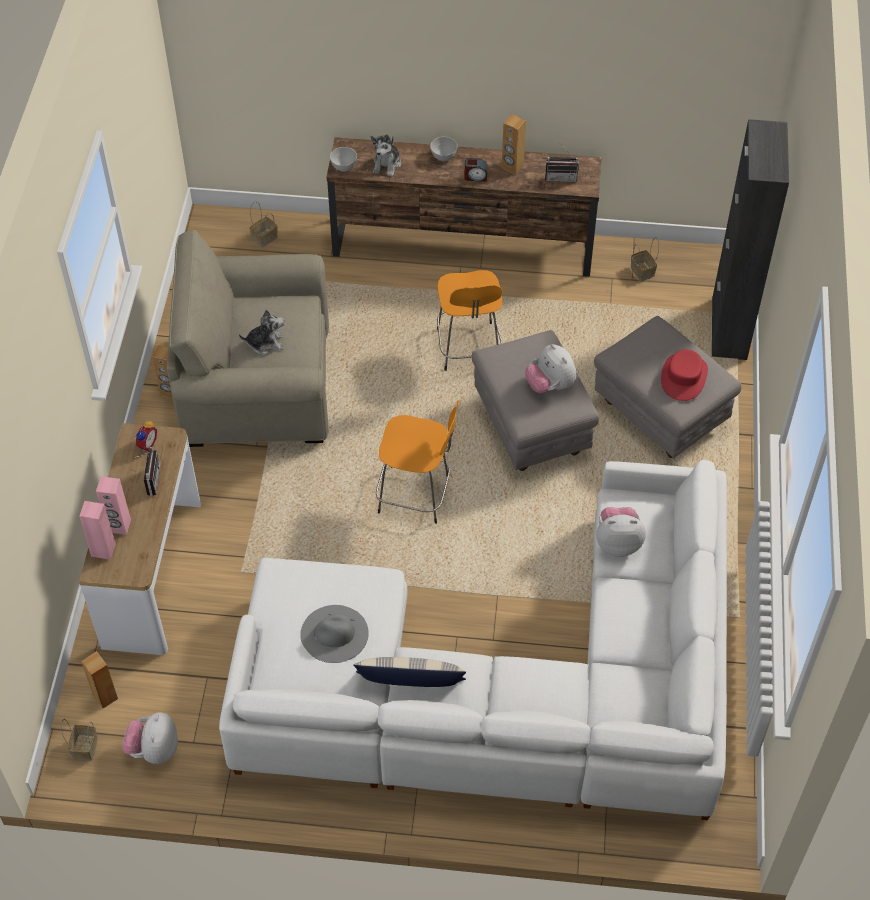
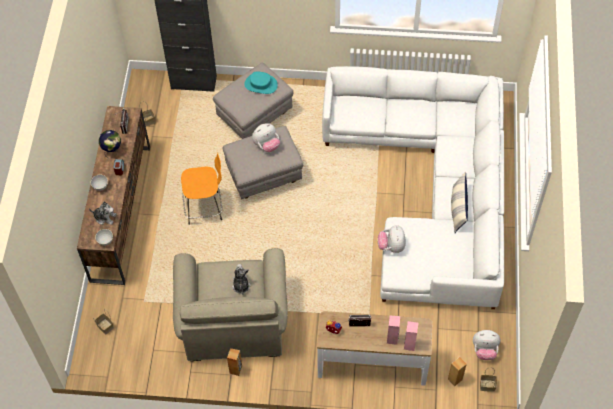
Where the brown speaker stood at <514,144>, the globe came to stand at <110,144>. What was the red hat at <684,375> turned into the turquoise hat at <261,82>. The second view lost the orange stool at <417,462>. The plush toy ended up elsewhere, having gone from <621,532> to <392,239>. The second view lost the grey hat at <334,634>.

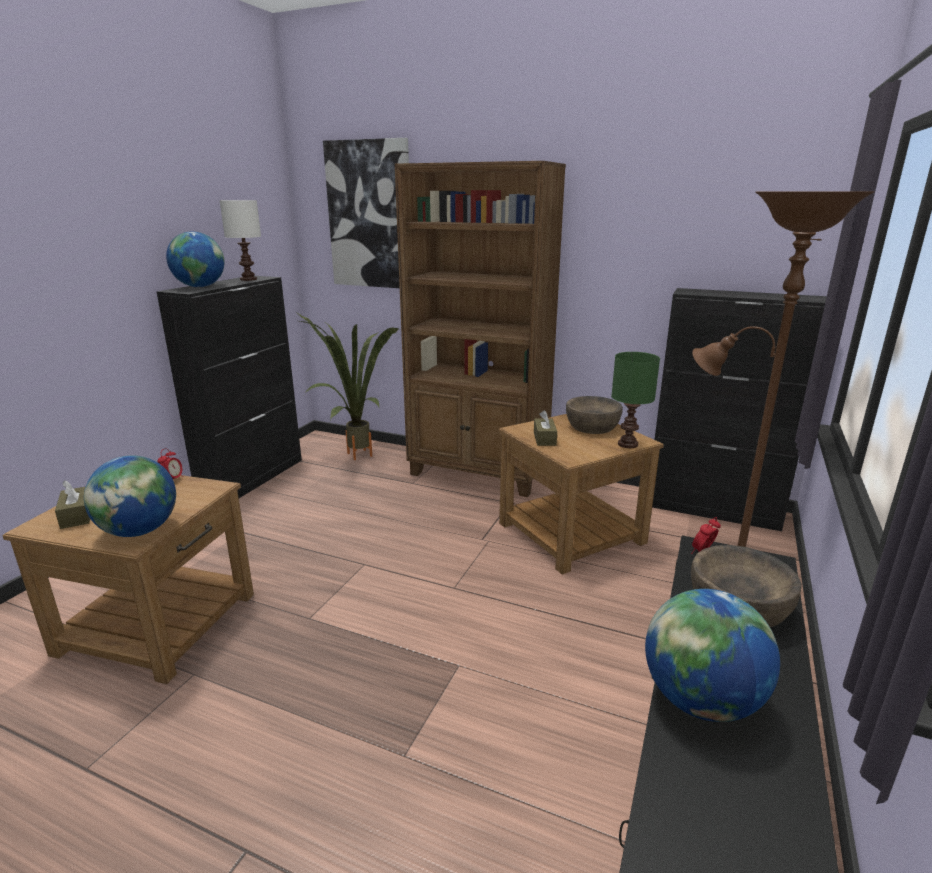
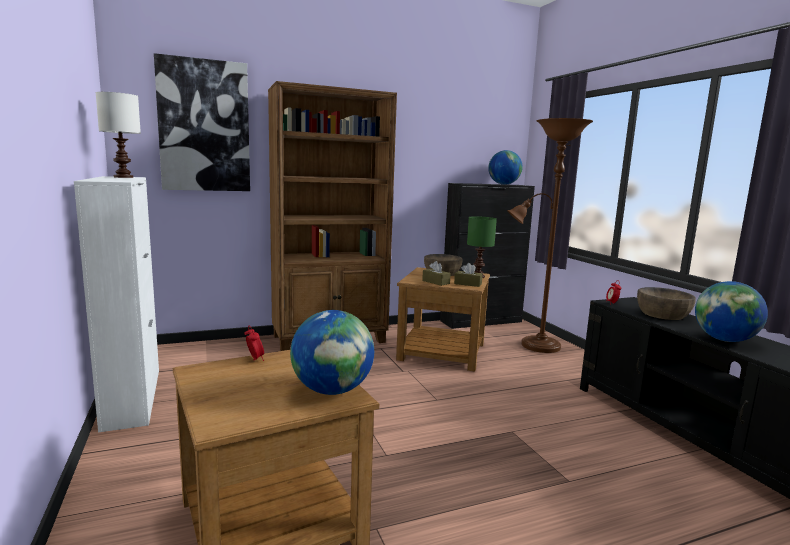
The globe ended up elsewhere, having gone from <195,259> to <505,167>. What was the black cabinet at <229,387> turned into the white cabinet at <116,304>. The second view lost the potted plant at <348,386>. The brown tissue box ended up elsewhere, having gone from <72,504> to <468,275>.

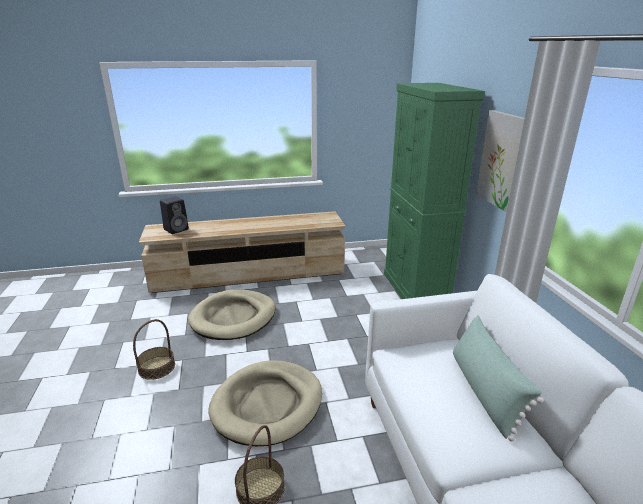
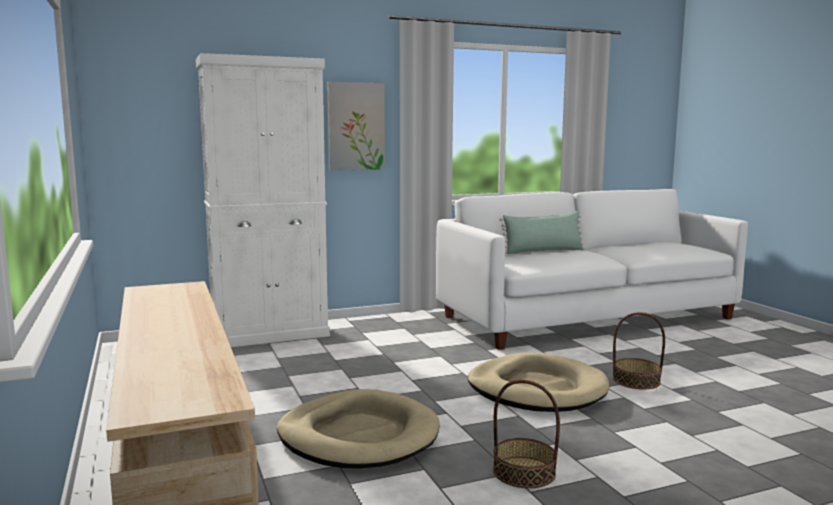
What was the green cabinet at <434,191> turned into the white cabinet at <263,200>. The second view lost the black speaker at <174,215>.

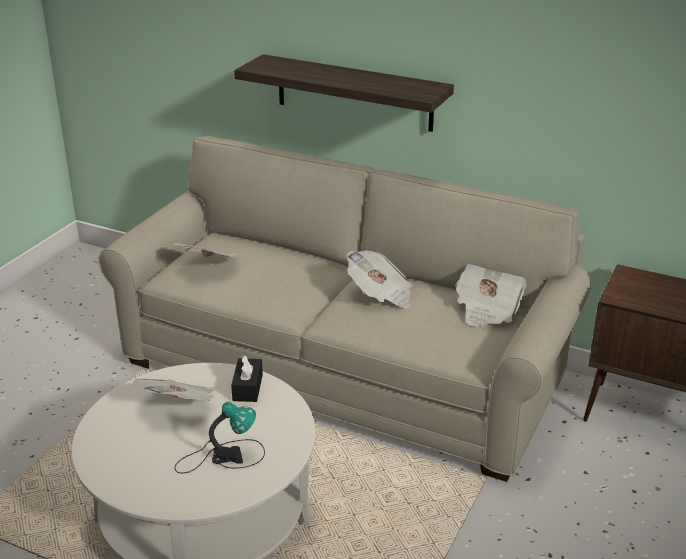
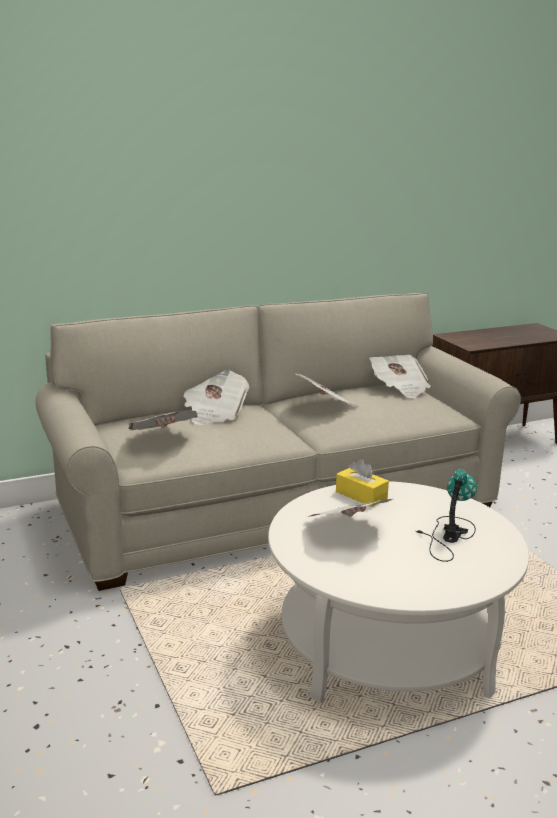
The second view lost the shelf at <344,93>. What was the black tissue box at <247,378> turned into the yellow tissue box at <362,483>. The second view gained the newspaper at <216,397>.

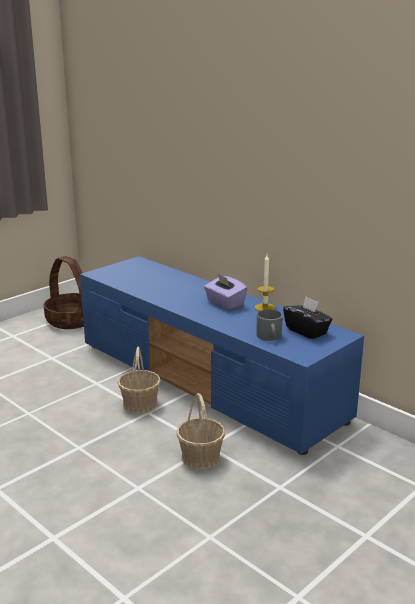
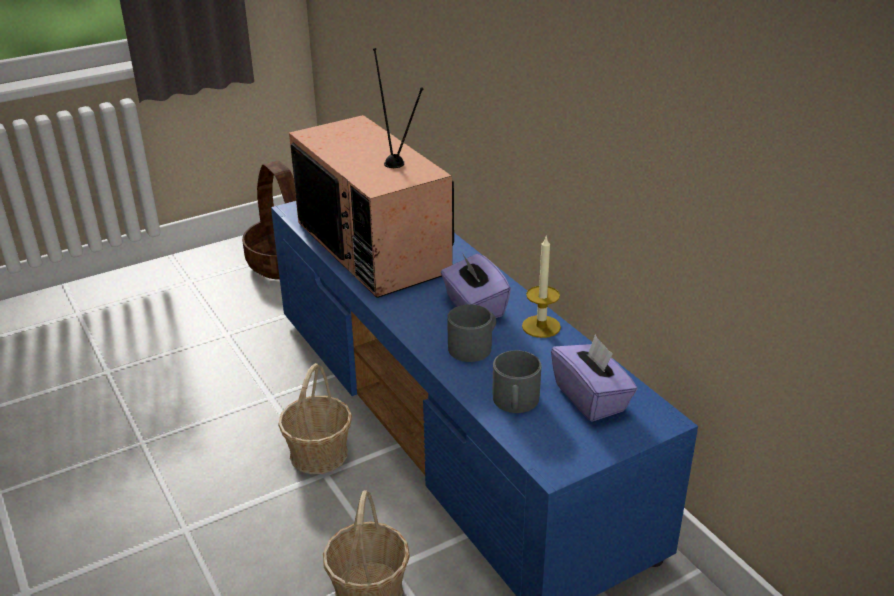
What was the black tissue box at <308,317> turned into the purple tissue box at <594,378>. The second view gained the television at <371,173>. The second view gained the grey mug at <471,333>.

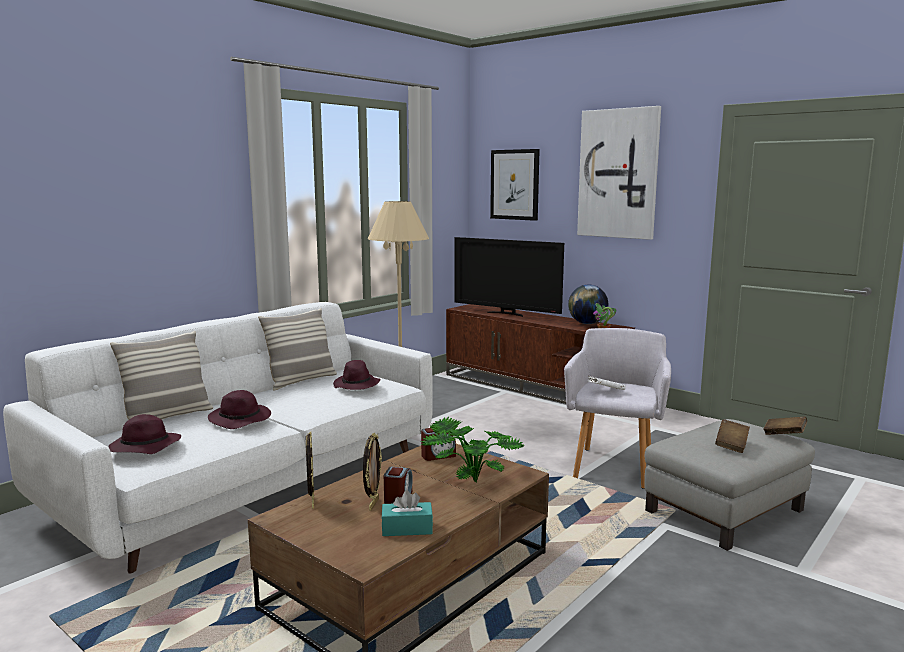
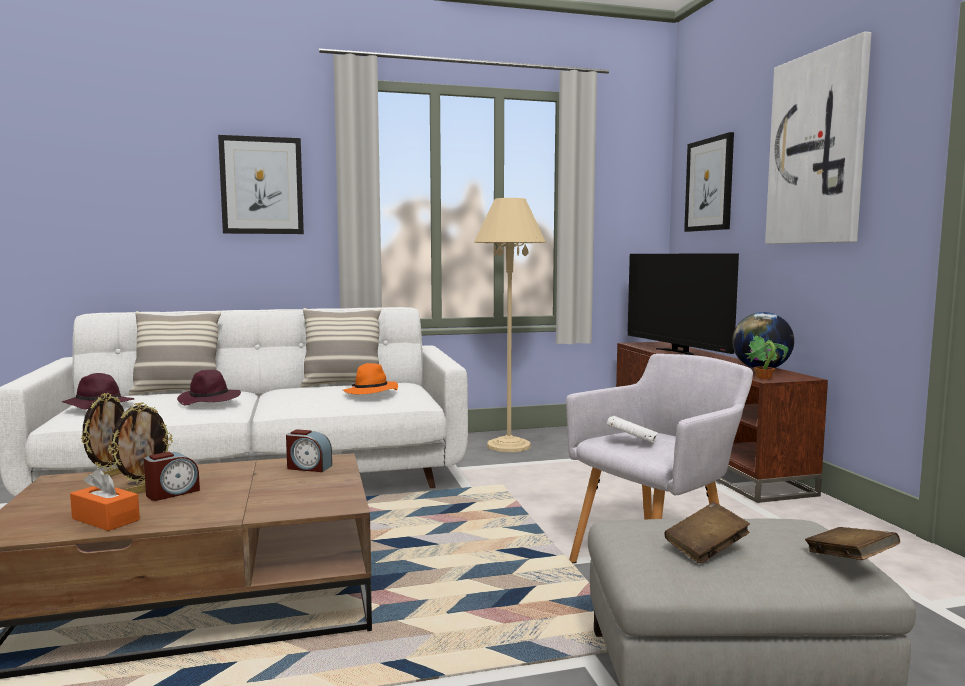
What was the purple hat at <357,375> turned into the orange hat at <370,379>. The second view lost the potted plant at <472,449>. What was the turquoise tissue box at <407,513> turned into the orange tissue box at <105,499>. The second view gained the picture at <261,184>.

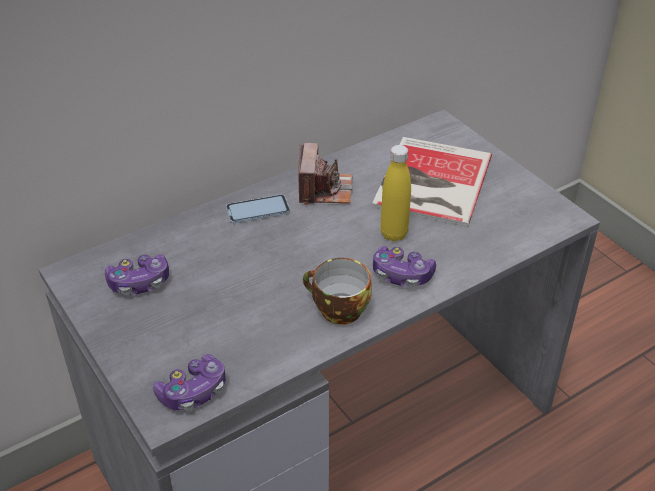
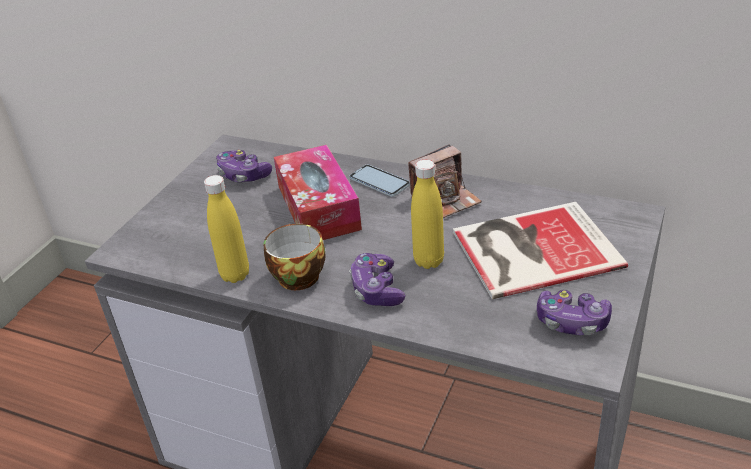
The game controller ended up elsewhere, having gone from <189,382> to <574,312>. The second view gained the tissue box at <318,192>. The second view gained the yellow bottle at <226,229>.

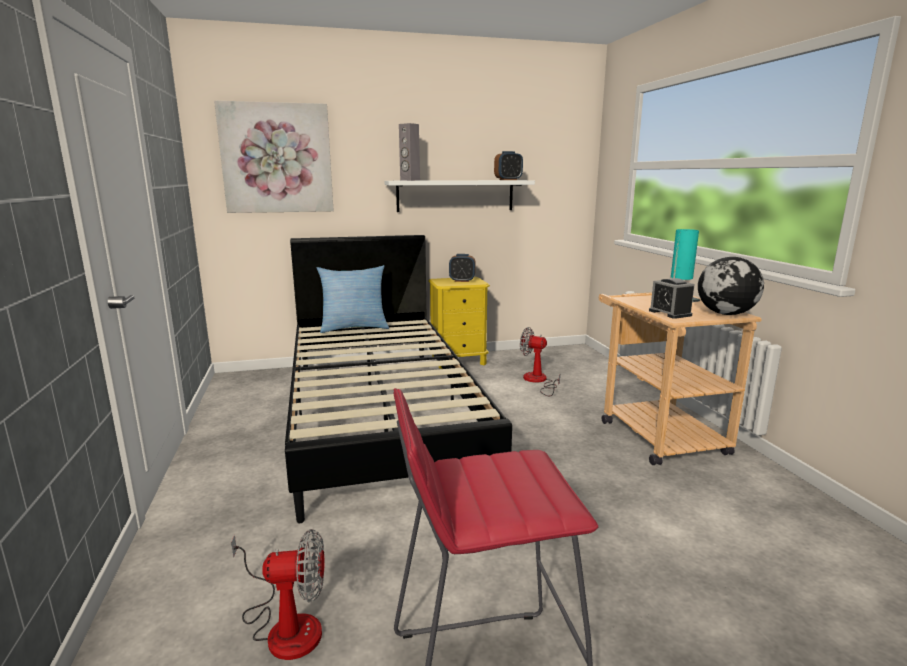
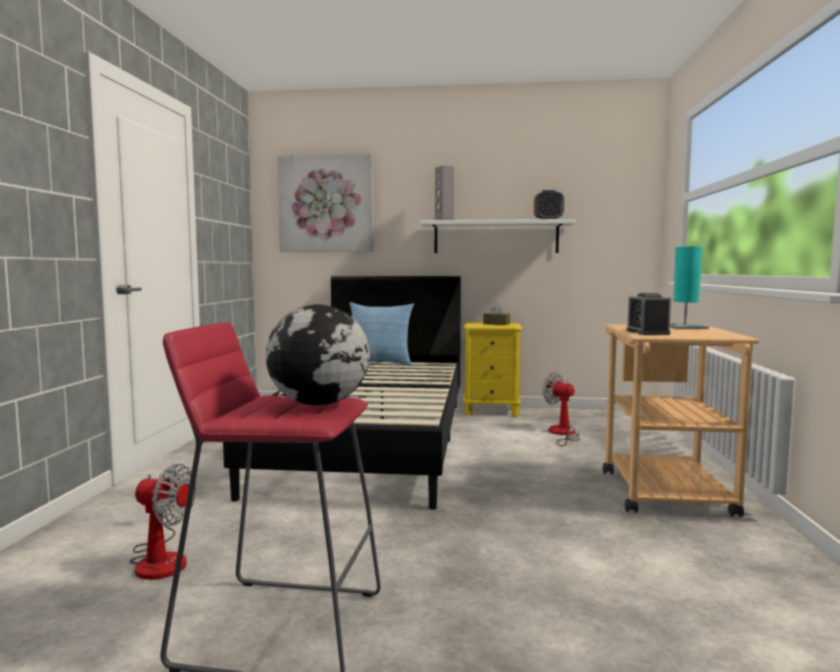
Where the alarm clock stood at <462,268>, the brown tissue box came to stand at <496,314>. The globe ended up elsewhere, having gone from <731,286> to <317,355>.

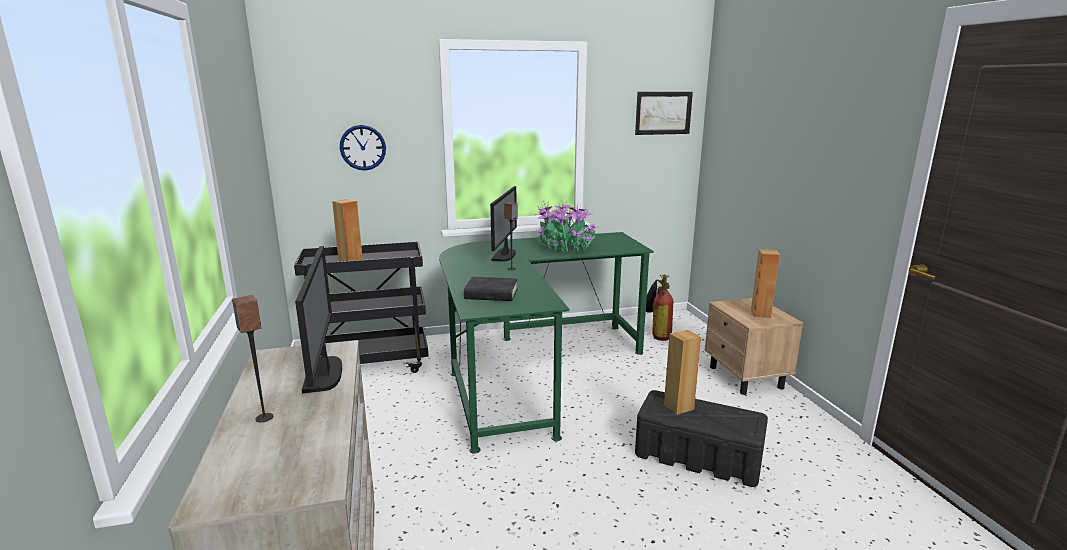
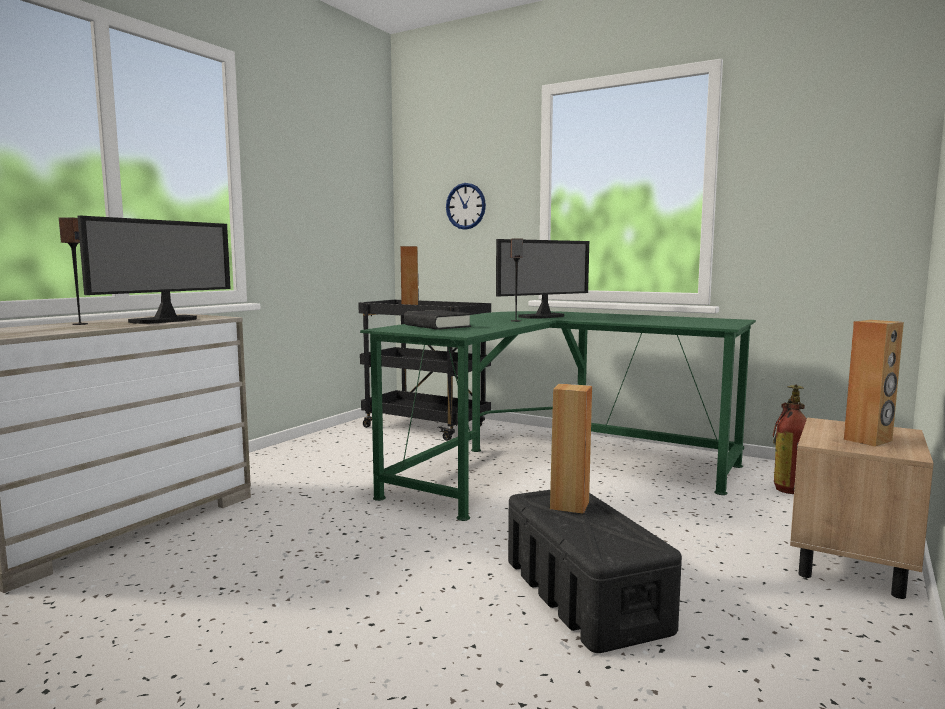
The second view lost the picture at <664,113>. The second view lost the potted plant at <566,226>.

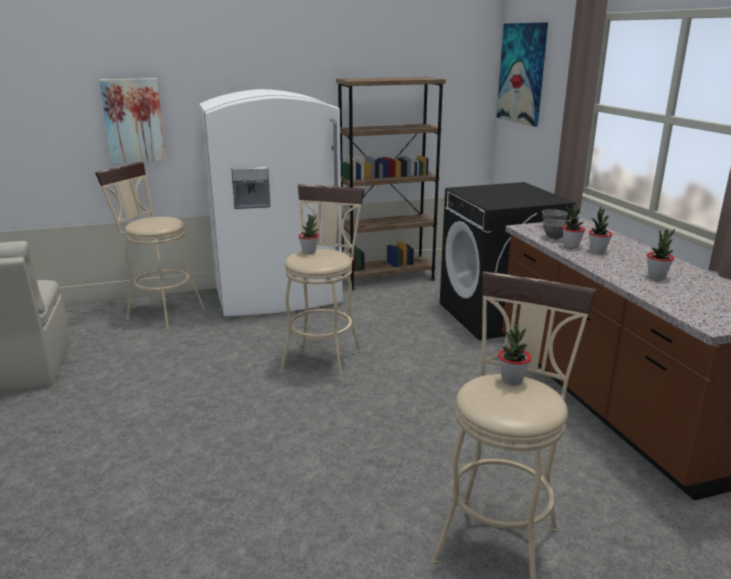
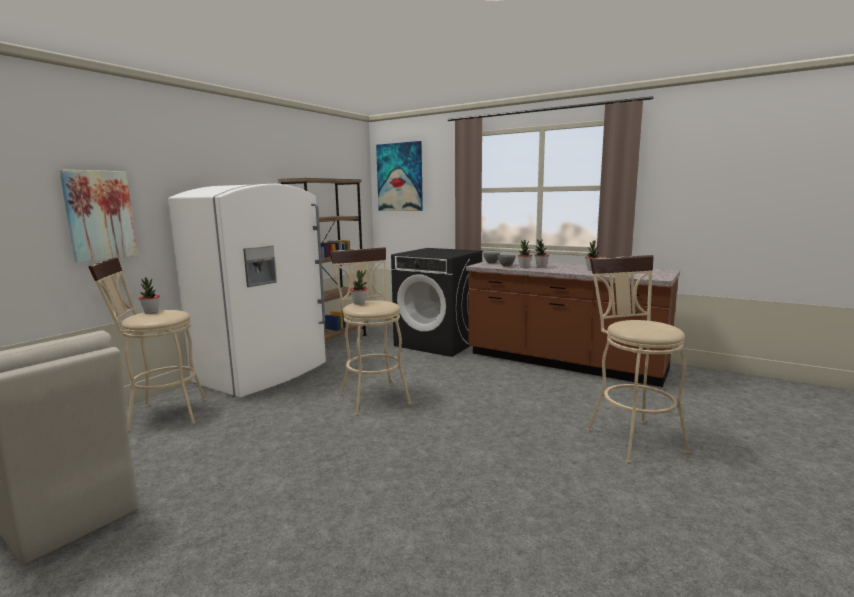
The potted plant ended up elsewhere, having gone from <514,354> to <149,295>.

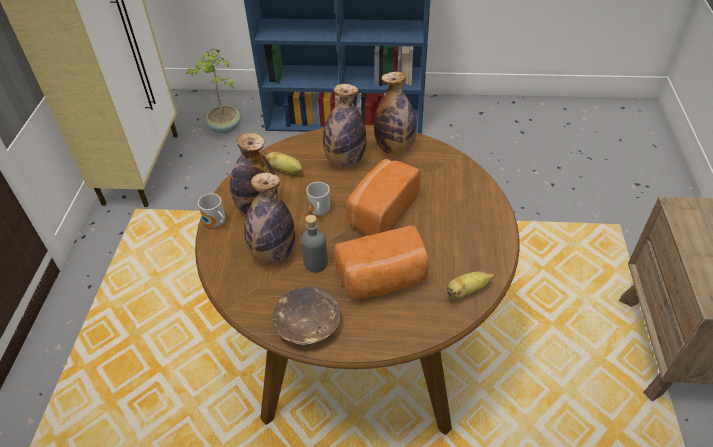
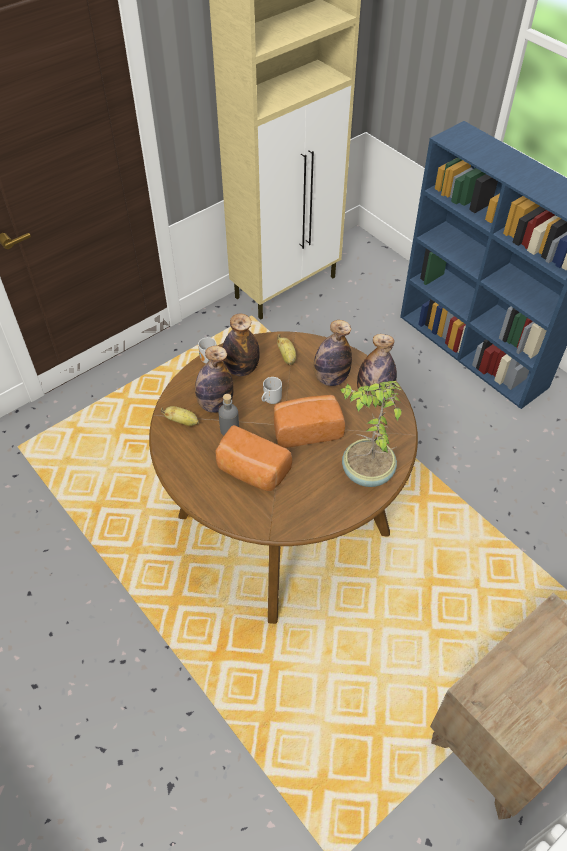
The potted plant ended up elsewhere, having gone from <213,91> to <371,434>. The banana ended up elsewhere, having gone from <471,285> to <180,416>. The second view lost the brown bowl at <306,316>.

